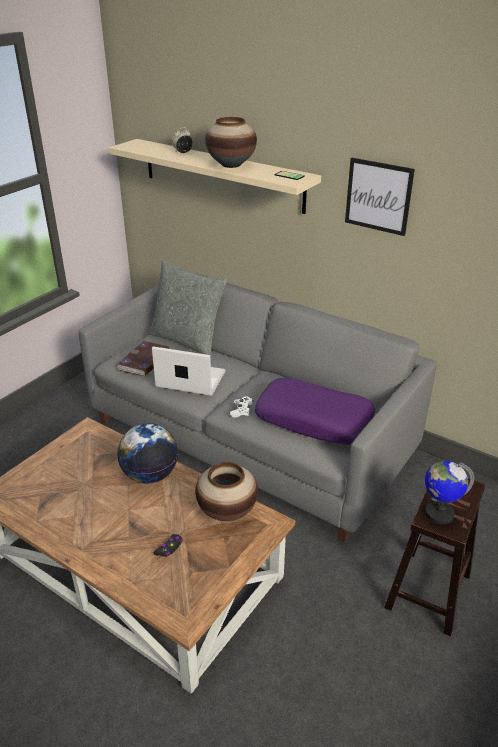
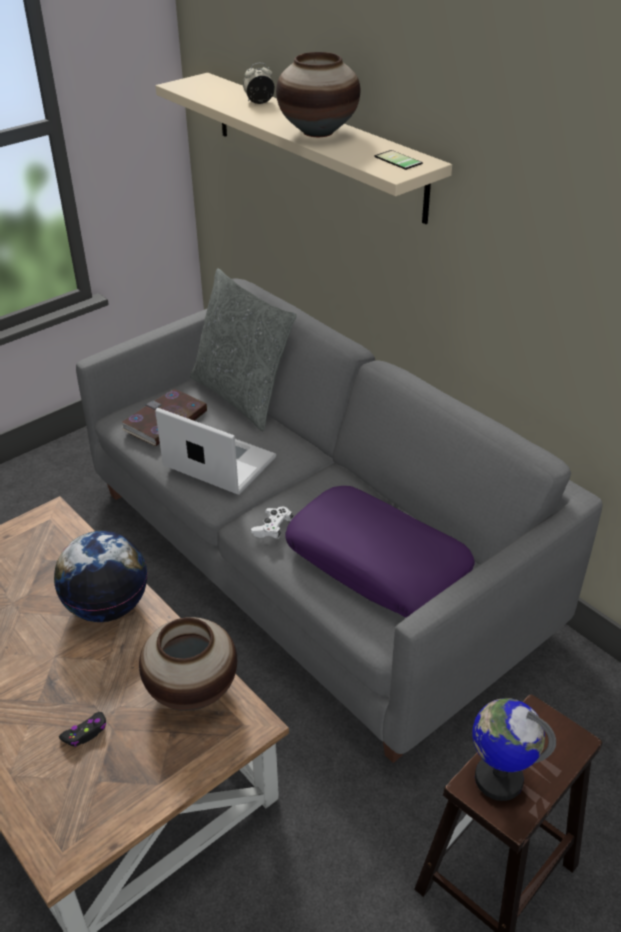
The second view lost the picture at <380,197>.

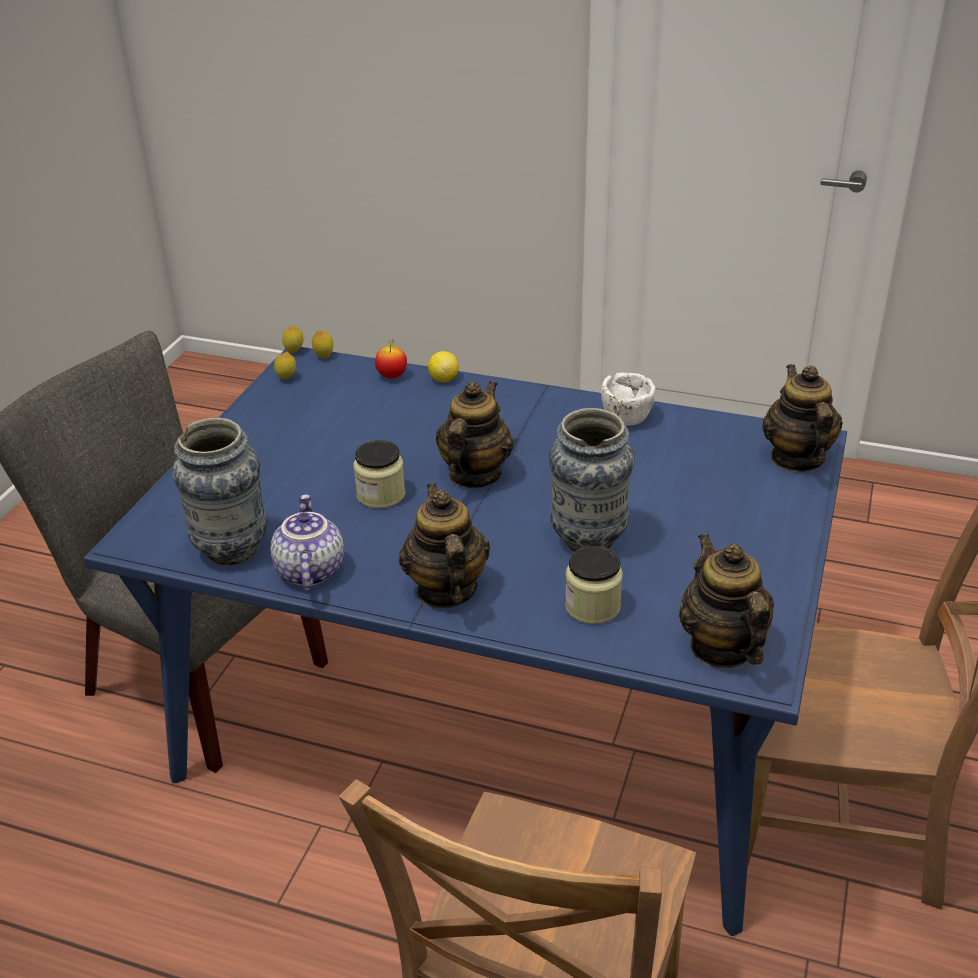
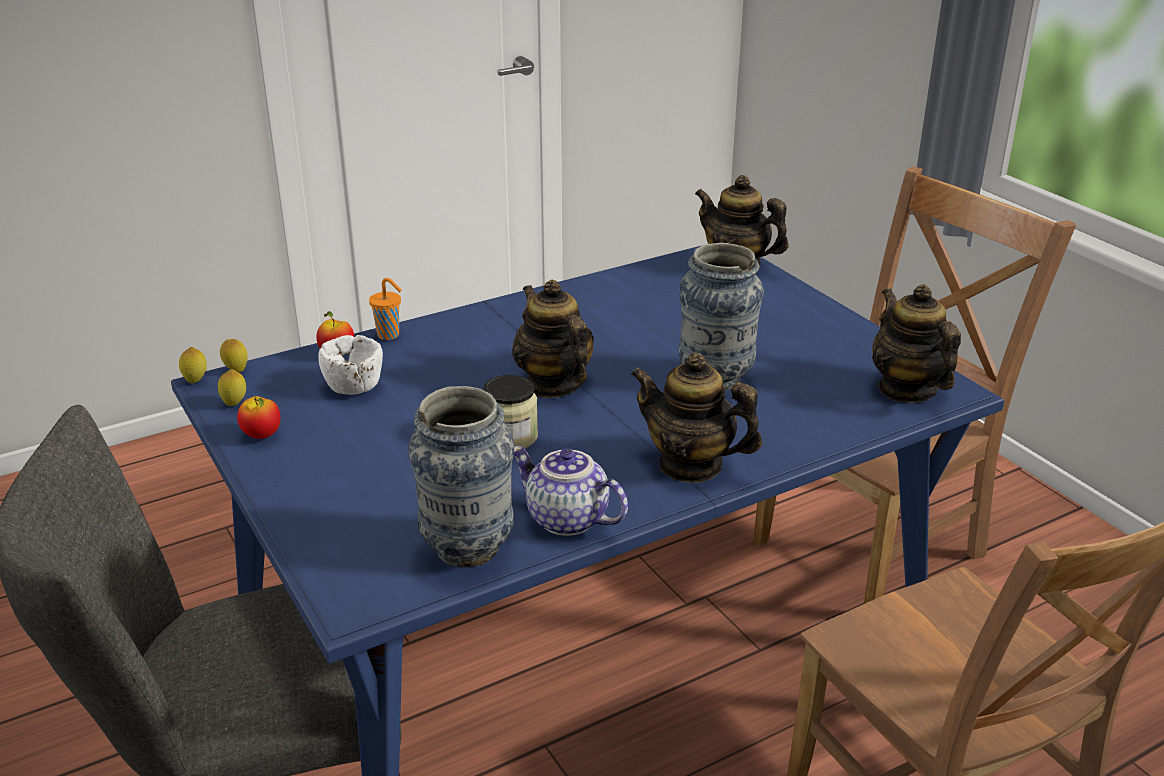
Where the lemon stood at <443,366>, the orange cup came to stand at <385,309>. The white bowl ended up elsewhere, having gone from <628,398> to <350,365>. The teapot at <726,600> ended up facing another way, 45 degrees clockwise from before. The second view lost the jar at <594,585>. The second view gained the apple at <259,417>.

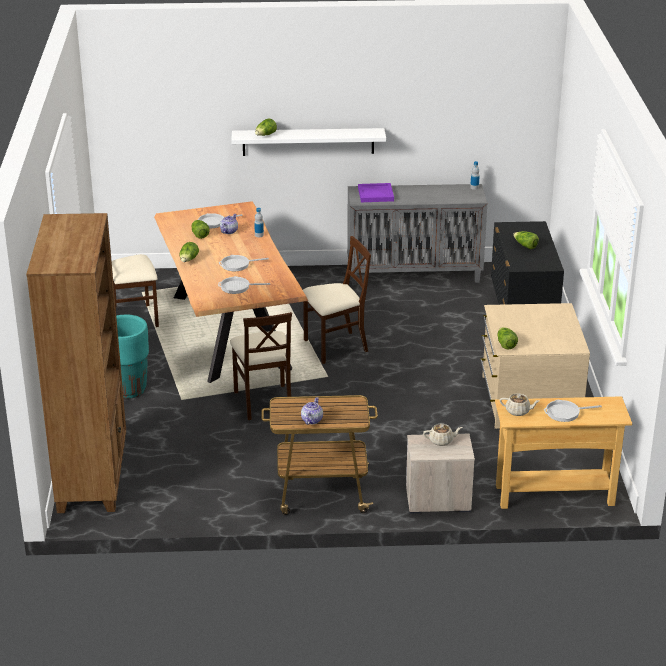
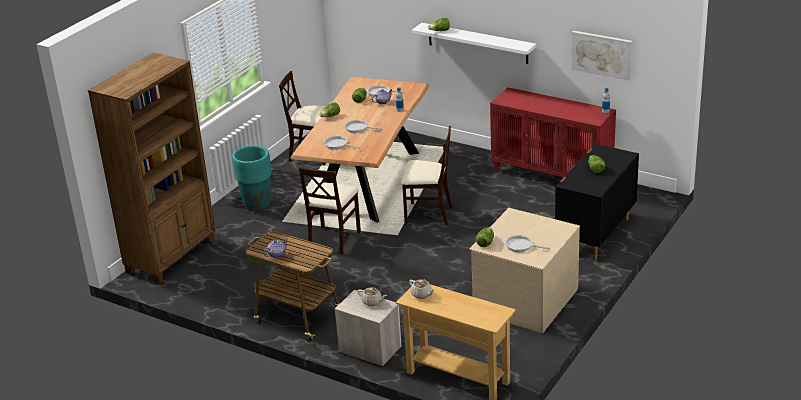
The second view lost the purple tray at <376,192>. What was the grey cabinet at <417,234> turned into the red cabinet at <553,132>. The frying pan ended up elsewhere, having gone from <573,411> to <526,243>. The second view gained the picture at <601,56>.

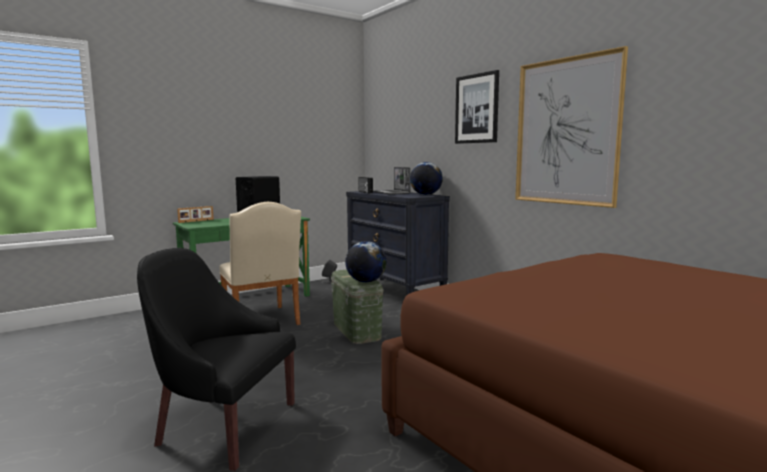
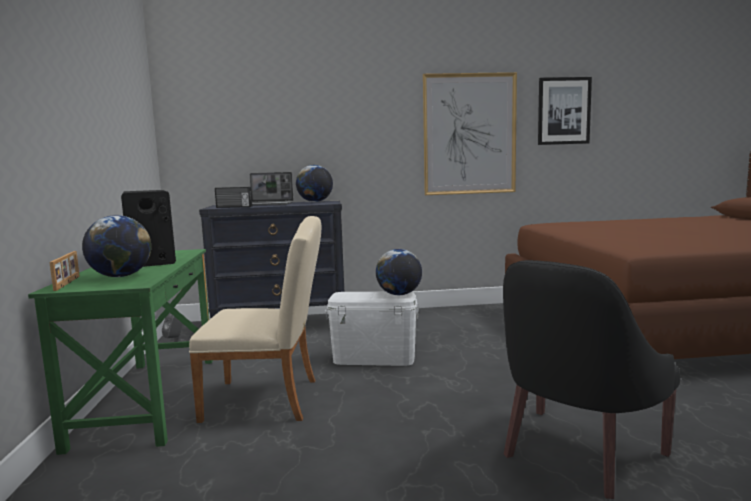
The picture ended up elsewhere, having gone from <477,107> to <565,111>. What was the green storage box at <357,307> turned into the white storage box at <372,329>. The second view gained the globe at <116,246>.

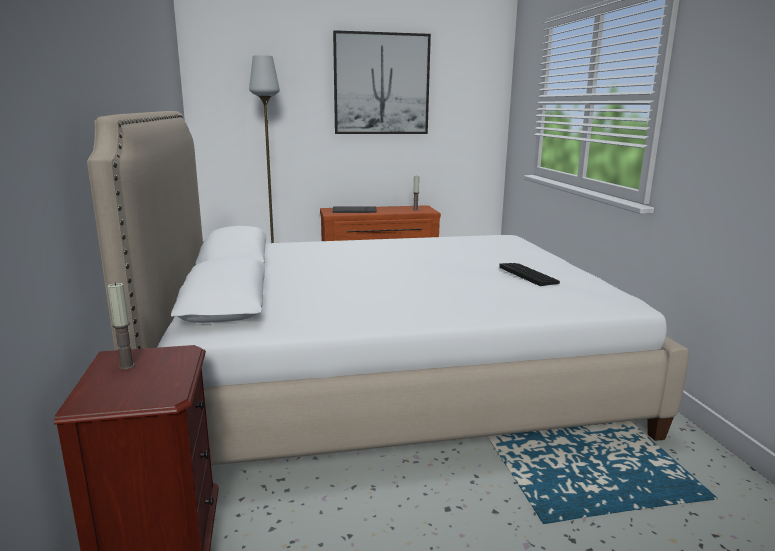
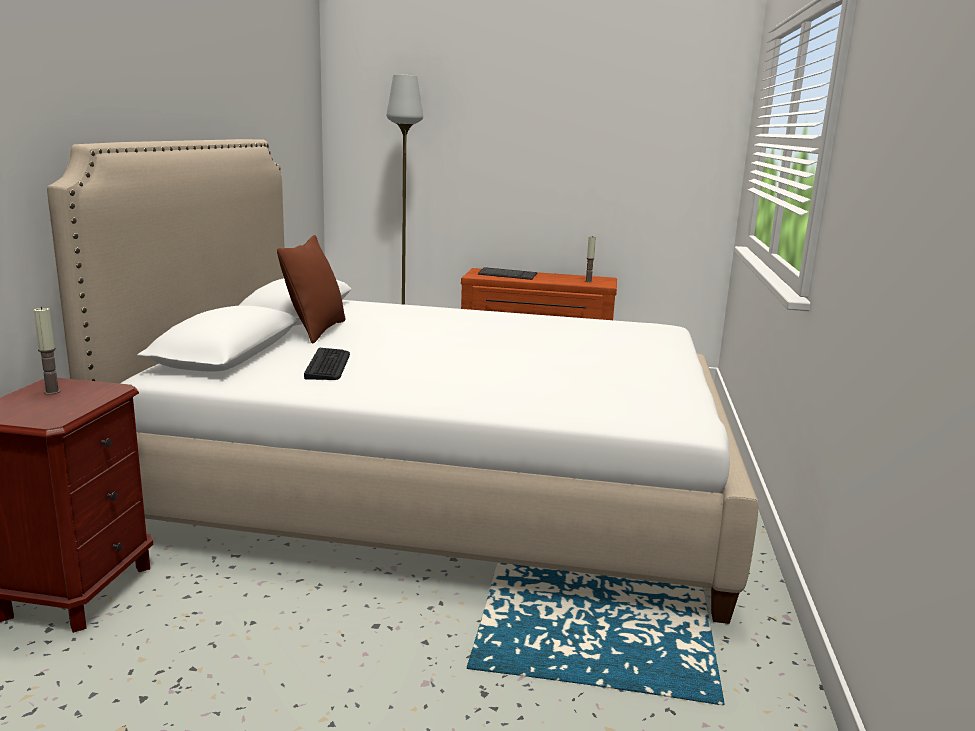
The second view lost the picture at <382,82>. The keyboard ended up elsewhere, having gone from <529,274> to <327,364>. The second view gained the brown pillow at <311,289>.

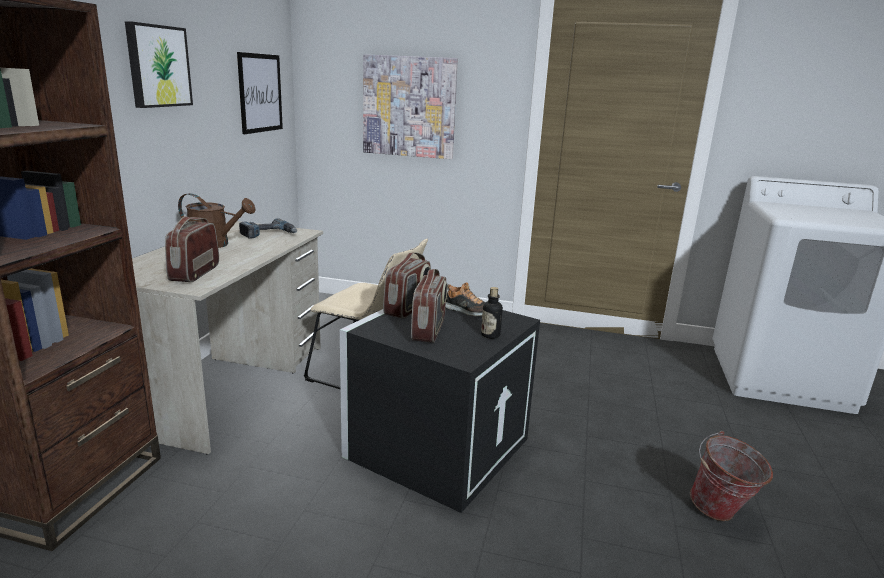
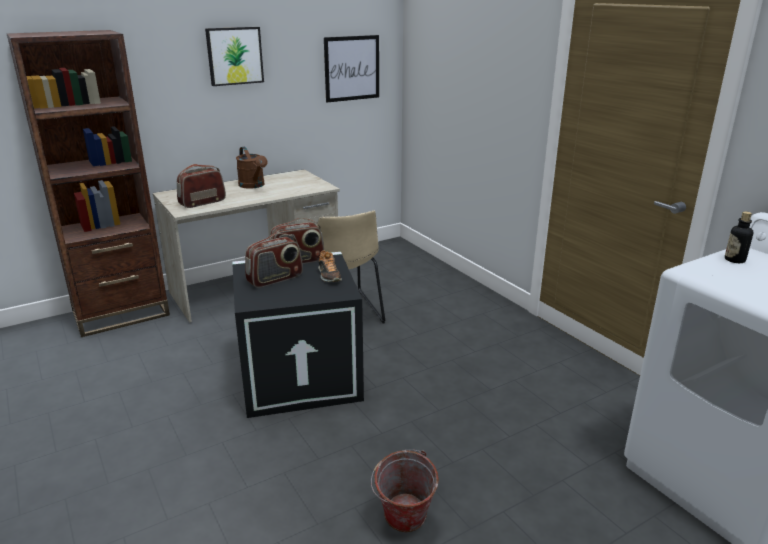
The second view lost the picture at <410,106>. The second view lost the power drill at <268,228>. The bottle ended up elsewhere, having gone from <492,313> to <739,237>.

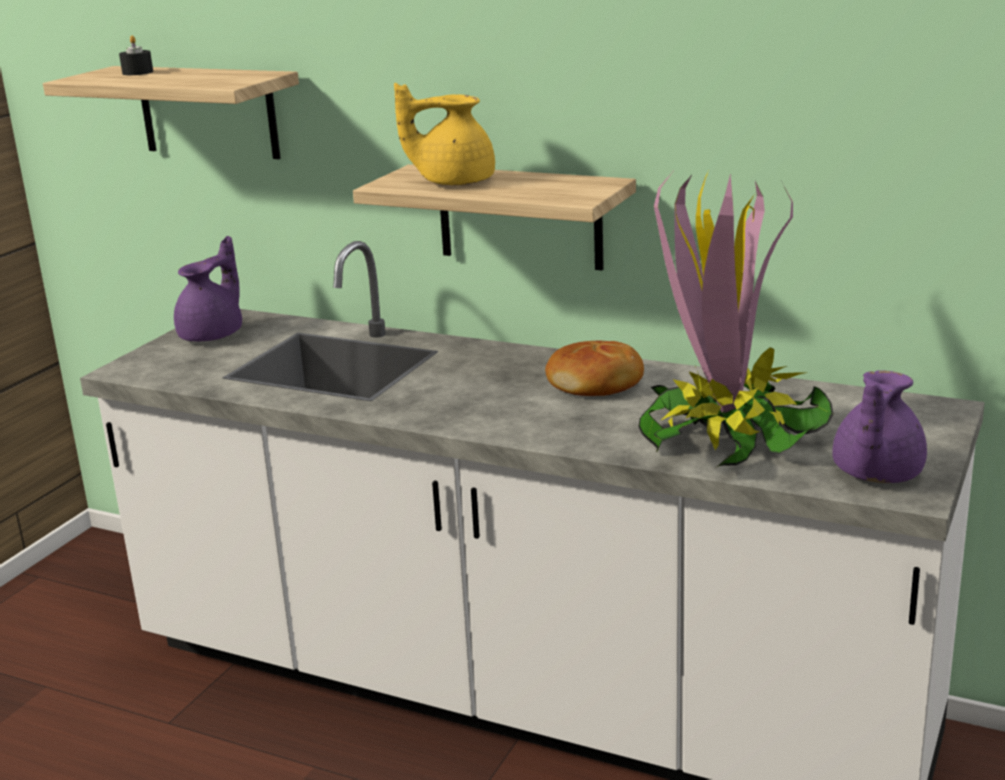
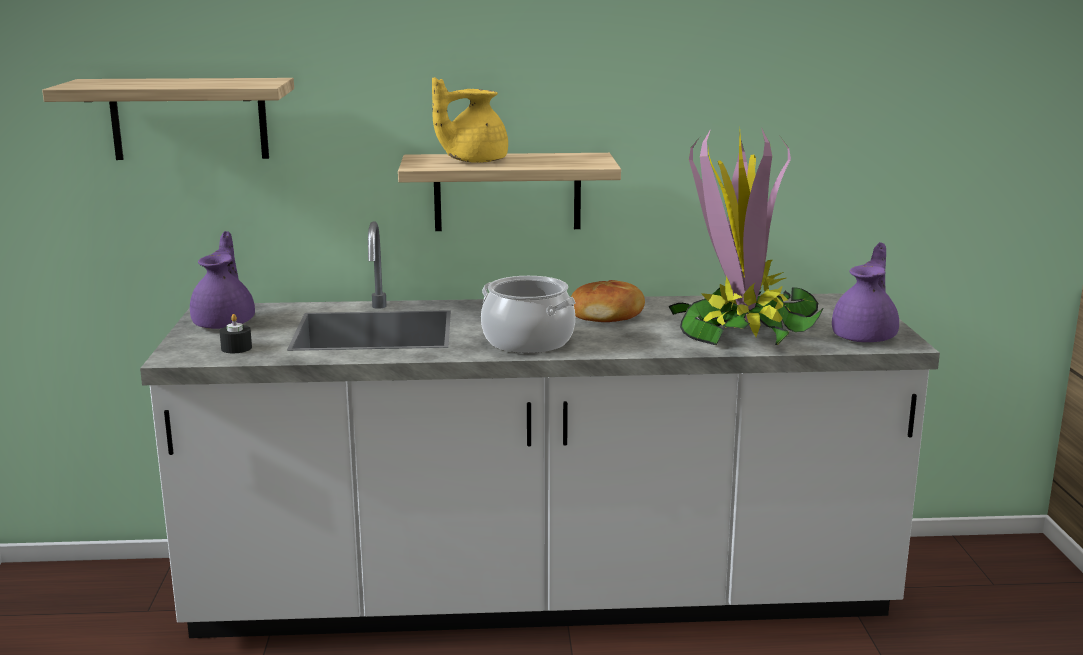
The black candle ended up elsewhere, having gone from <136,55> to <236,333>. The purple teapot at <879,426> ended up facing another way, 150 degrees counterclockwise from before. The second view gained the cooking pot at <528,314>.

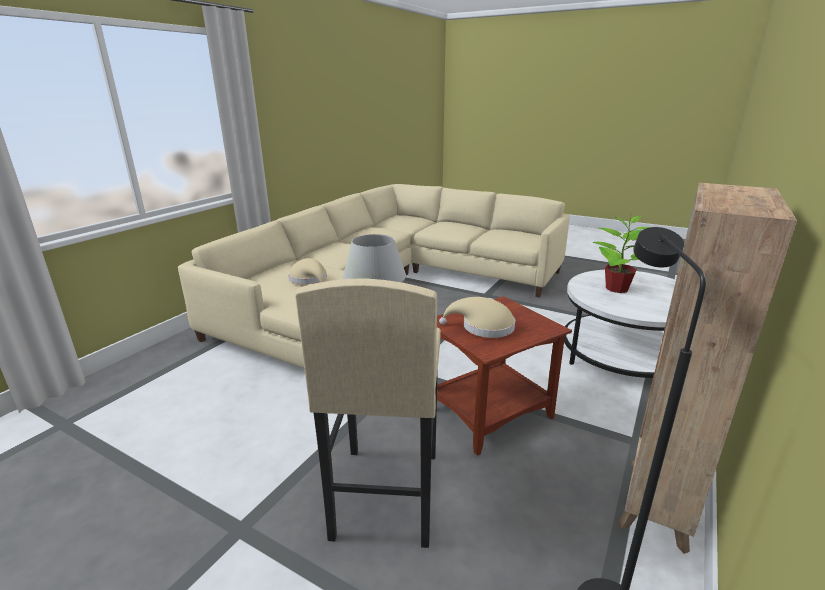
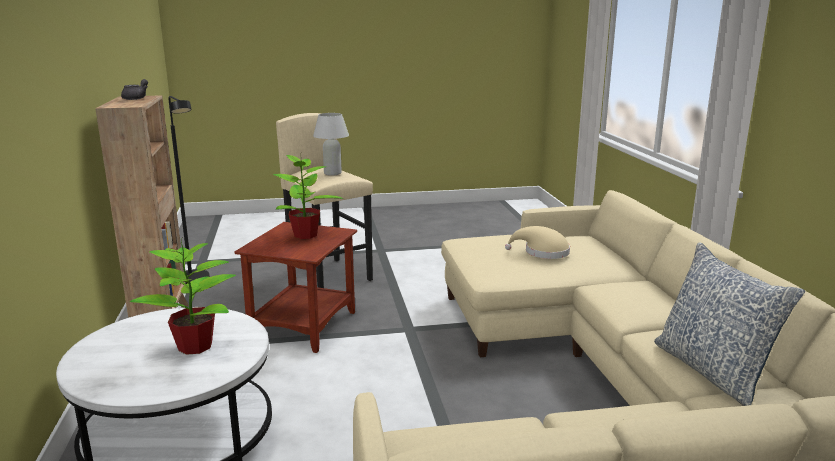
Where the beige hat stood at <477,317>, the potted plant came to stand at <308,197>. The second view gained the grey teapot at <134,89>. The second view gained the pillow at <729,324>.

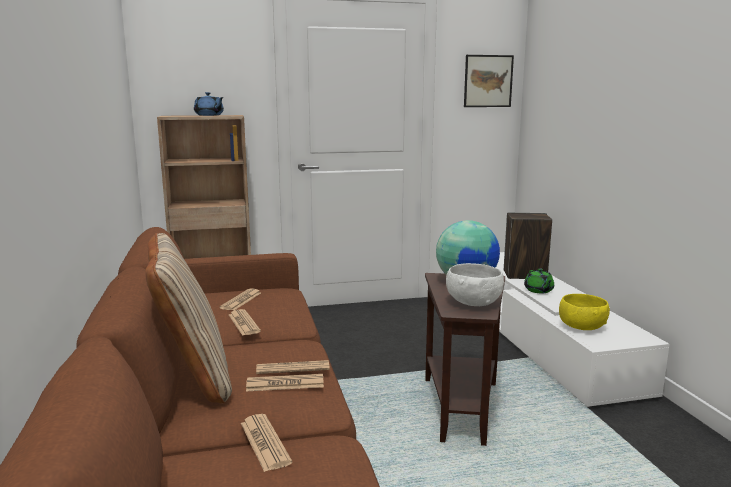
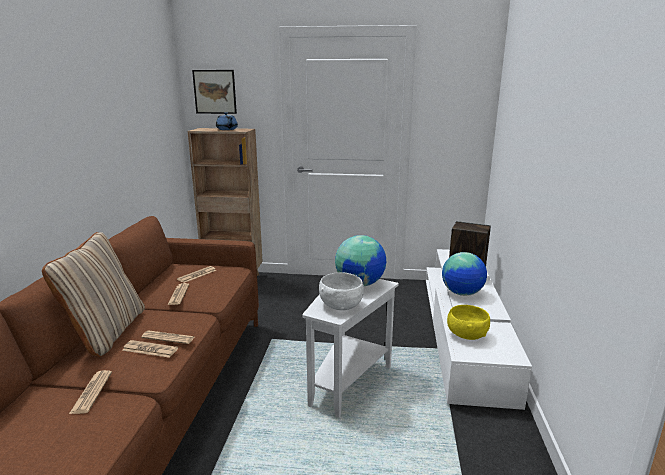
The picture ended up elsewhere, having gone from <489,81> to <214,92>. Where the green teapot stood at <539,280>, the globe came to stand at <464,274>. What was the brown side table at <465,359> turned into the white side table at <350,348>.

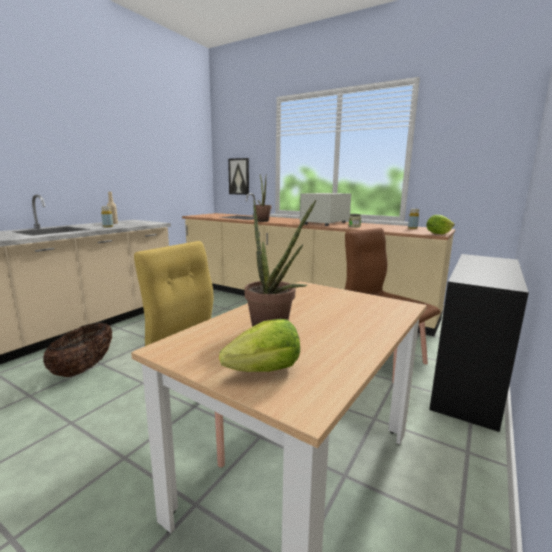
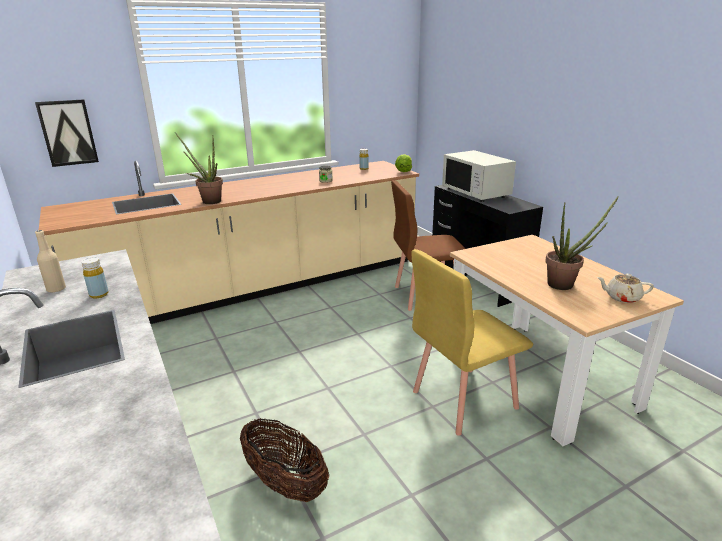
The white microwave ended up elsewhere, having gone from <325,209> to <479,176>. Where the lettuce stood at <259,345>, the beige teapot came to stand at <625,288>.

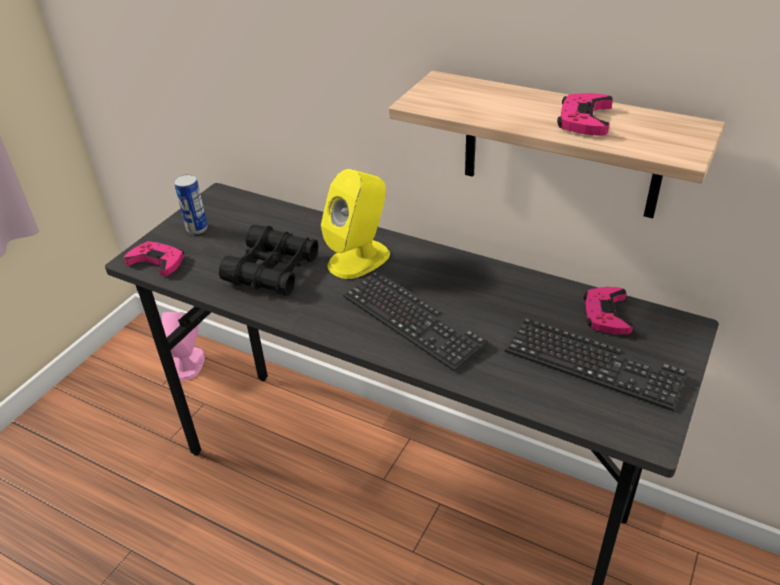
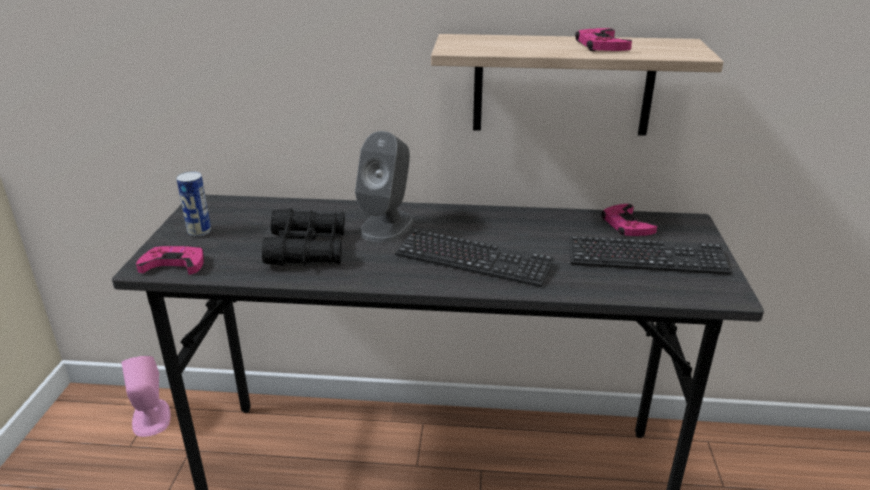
What was the yellow speaker at <355,224> turned into the grey speaker at <384,187>.

